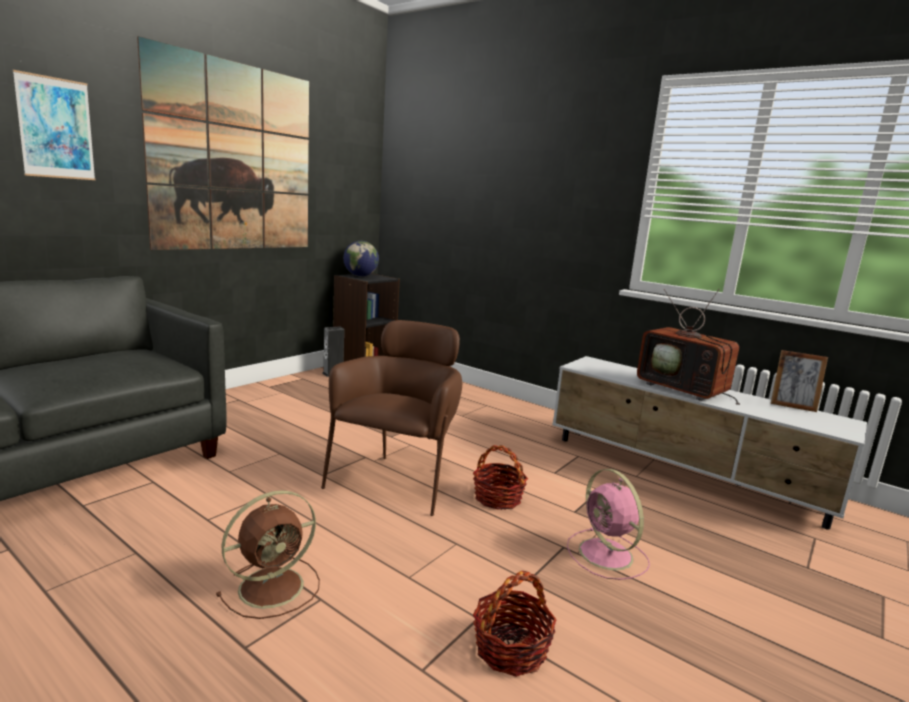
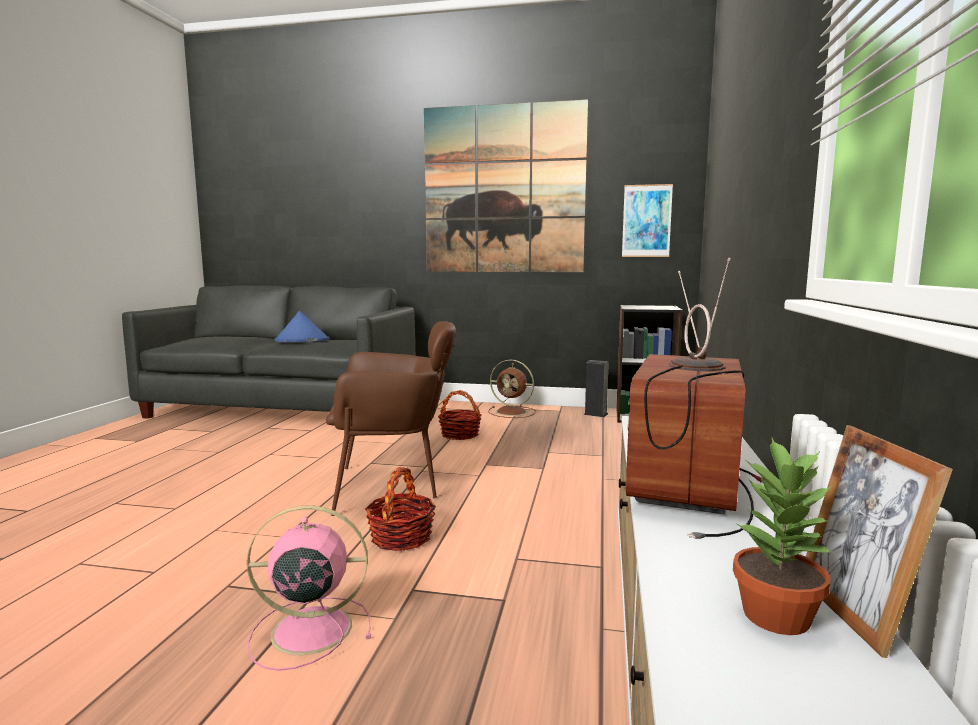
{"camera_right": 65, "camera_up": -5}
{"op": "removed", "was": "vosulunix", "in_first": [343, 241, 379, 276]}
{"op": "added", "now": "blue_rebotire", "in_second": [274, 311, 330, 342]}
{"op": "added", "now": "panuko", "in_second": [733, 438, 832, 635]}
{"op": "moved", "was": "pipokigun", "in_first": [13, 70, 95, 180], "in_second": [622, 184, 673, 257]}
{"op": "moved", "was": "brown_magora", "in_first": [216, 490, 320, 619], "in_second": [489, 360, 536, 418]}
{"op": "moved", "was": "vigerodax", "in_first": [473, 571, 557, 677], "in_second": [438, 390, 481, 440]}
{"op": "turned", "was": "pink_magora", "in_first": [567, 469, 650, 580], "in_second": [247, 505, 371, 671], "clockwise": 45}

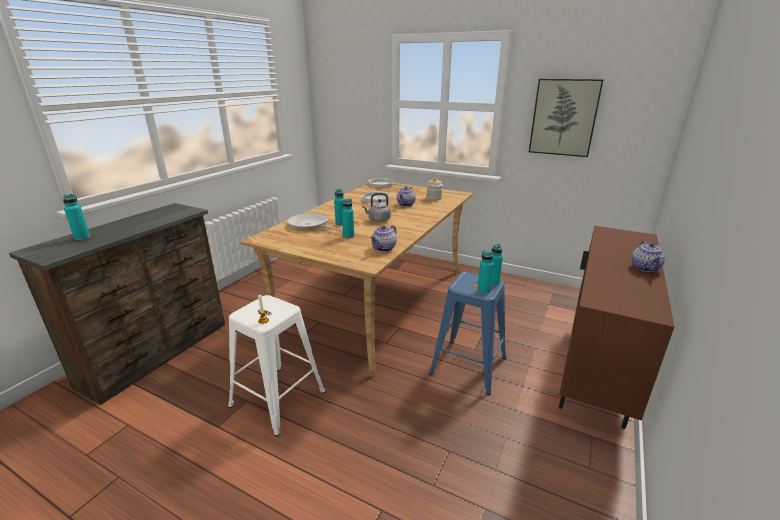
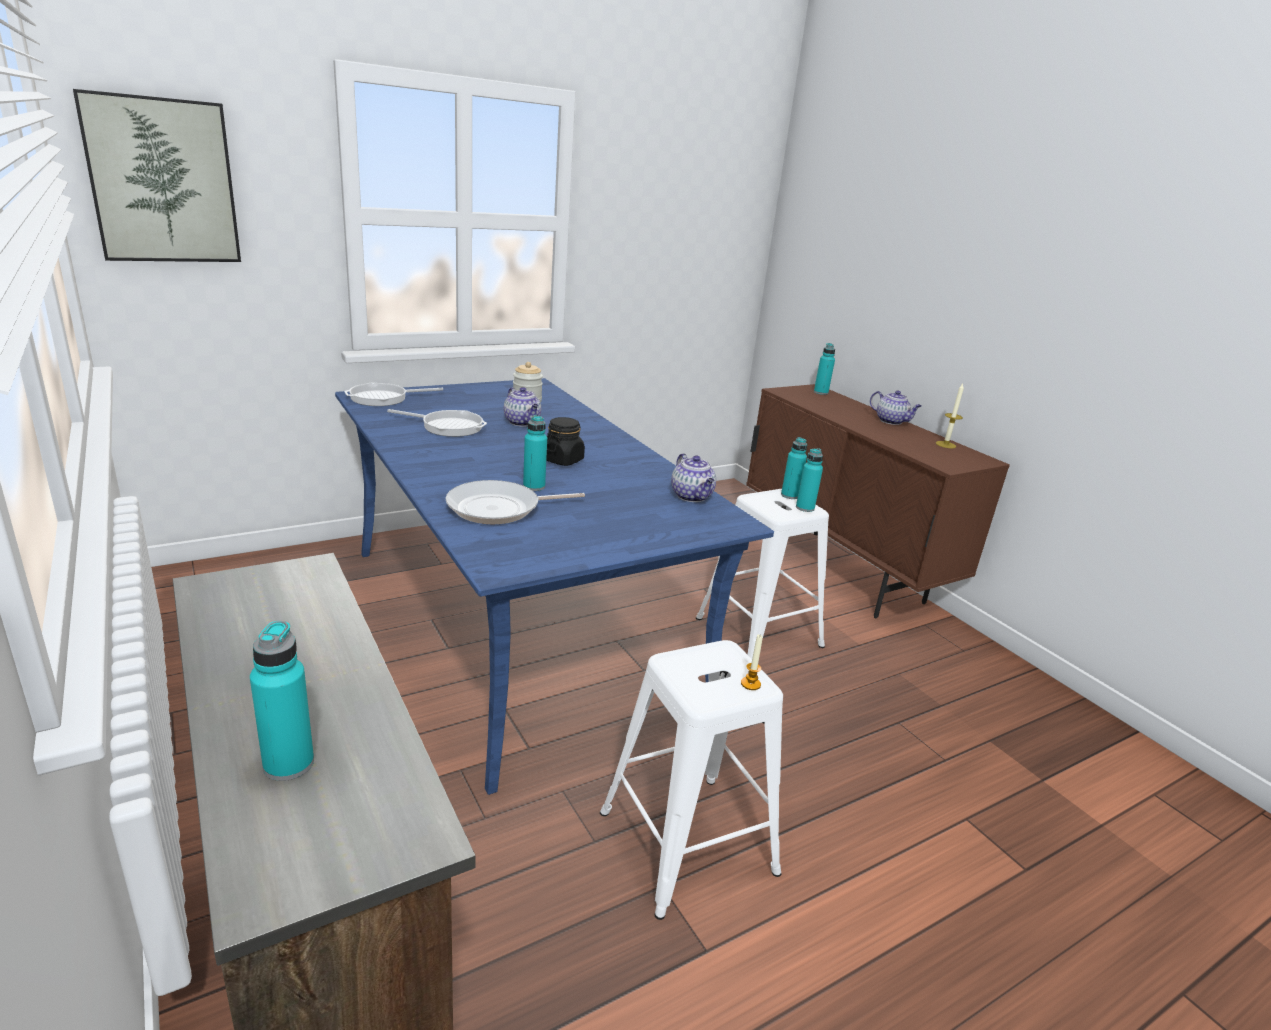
{"camera_right": -60, "camera_up": 0}
{"op": "added", "now": "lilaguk", "in_second": [936, 384, 964, 448]}
{"op": "moved", "was": "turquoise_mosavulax", "in_first": [342, 199, 354, 238], "in_second": [814, 343, 835, 395]}
{"op": "moved", "was": "pipokigun", "in_first": [529, 79, 604, 157], "in_second": [73, 89, 241, 262]}
{"op": "replaced", "was": "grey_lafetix", "now": "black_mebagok", "in_first": [362, 193, 391, 222], "in_second": [546, 417, 585, 466]}
{"op": "recoloured", "was": "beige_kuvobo", "now": "blue_kuvobo", "in_first": [241, 183, 473, 377], "in_second": [335, 378, 774, 795]}
{"op": "recoloured", "was": "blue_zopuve", "now": "white_zopuve", "in_first": [429, 272, 507, 395], "in_second": [696, 489, 829, 659]}

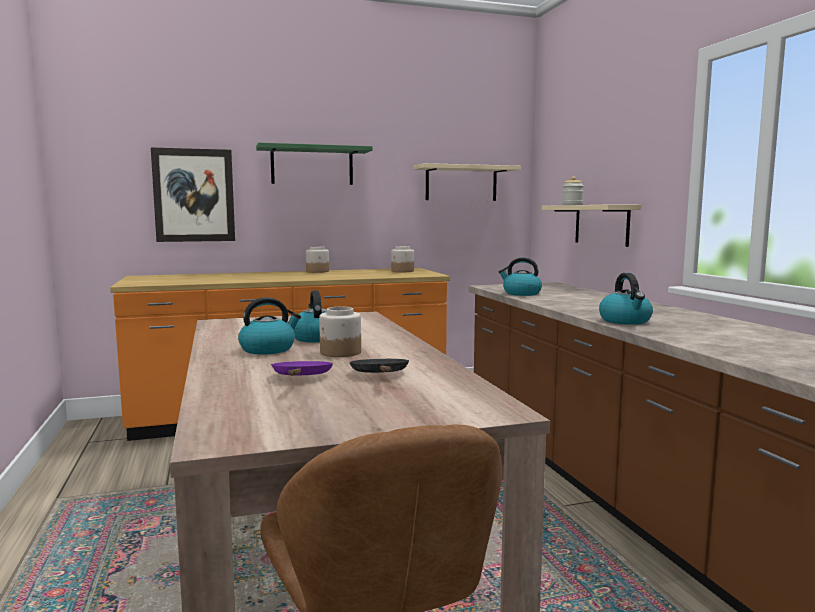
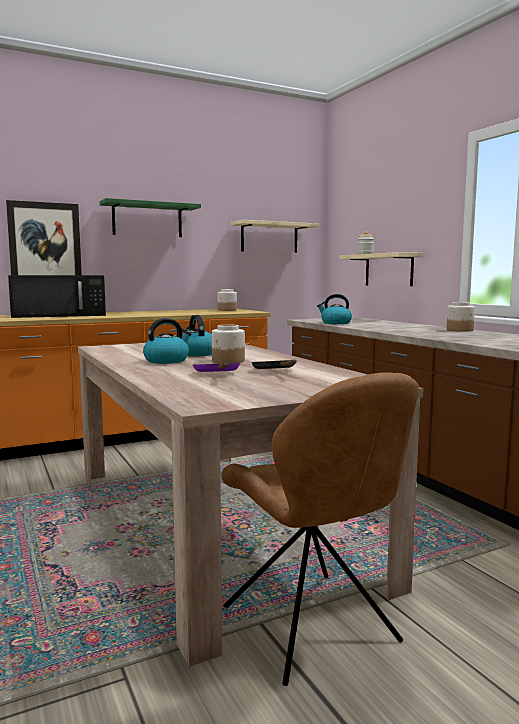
{"camera_right": -10, "camera_up": 0}
{"op": "removed", "was": "lafetix", "in_first": [599, 273, 653, 325]}
{"op": "added", "now": "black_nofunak", "in_second": [8, 275, 106, 318]}
{"op": "moved", "was": "mebagok", "in_first": [306, 246, 329, 273], "in_second": [447, 302, 475, 332]}

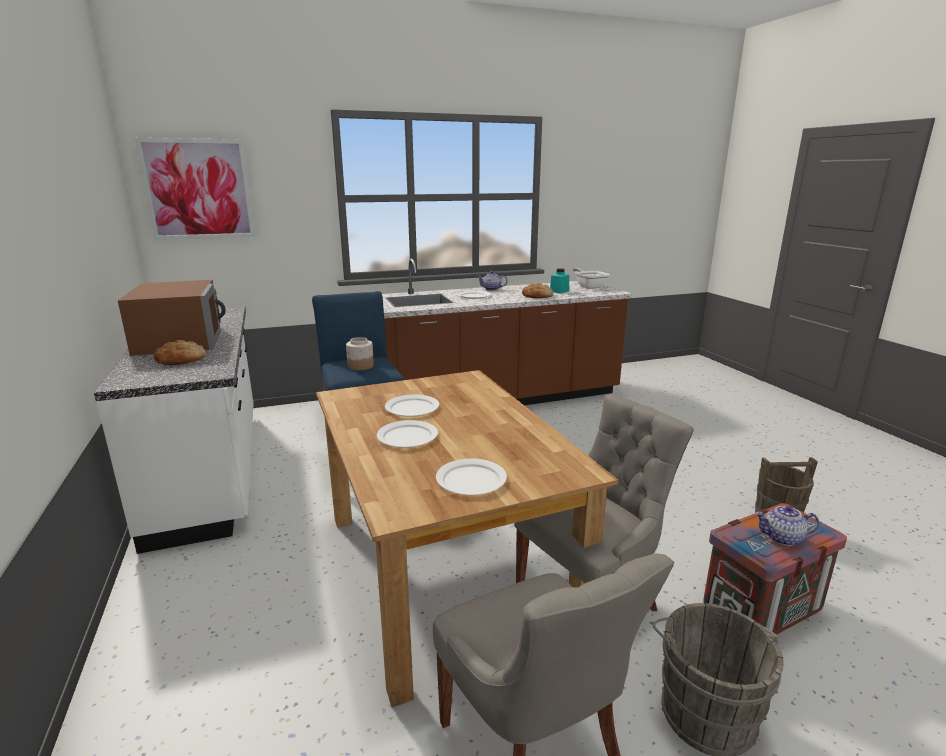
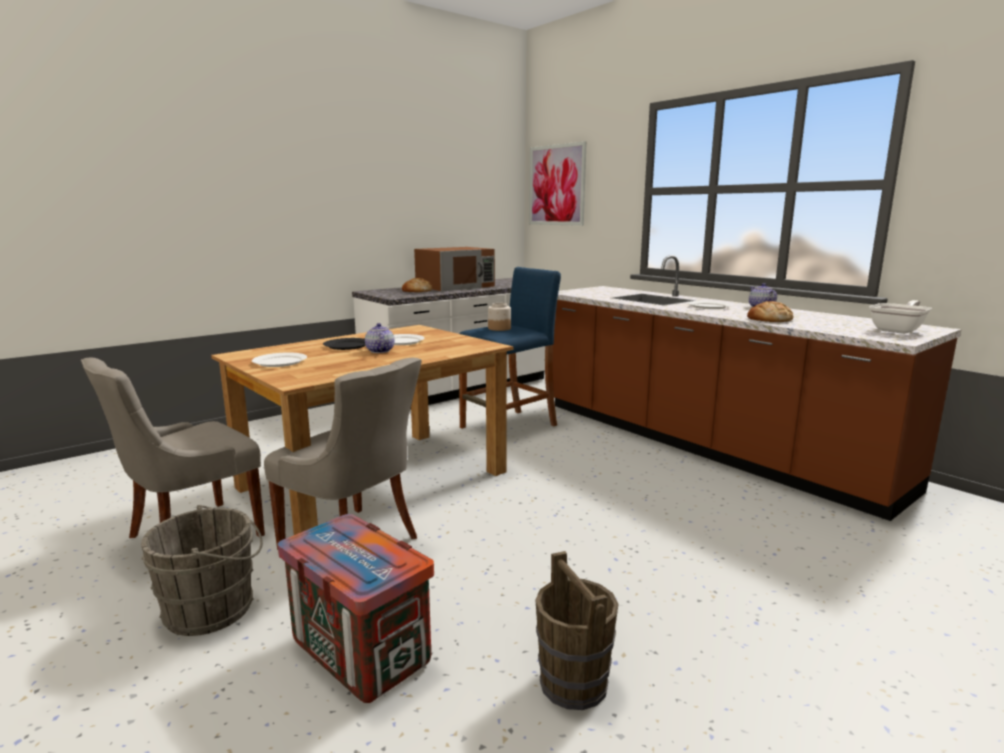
{"camera_right": 70, "camera_up": -5}
{"op": "removed", "was": "turquoise_mebagok", "in_first": [550, 268, 569, 294]}
{"op": "moved", "was": "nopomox", "in_first": [755, 505, 819, 546], "in_second": [365, 323, 394, 353]}
{"op": "recoloured", "was": "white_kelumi", "now": "black_kelumi", "in_first": [377, 420, 438, 448], "in_second": [323, 338, 366, 350]}

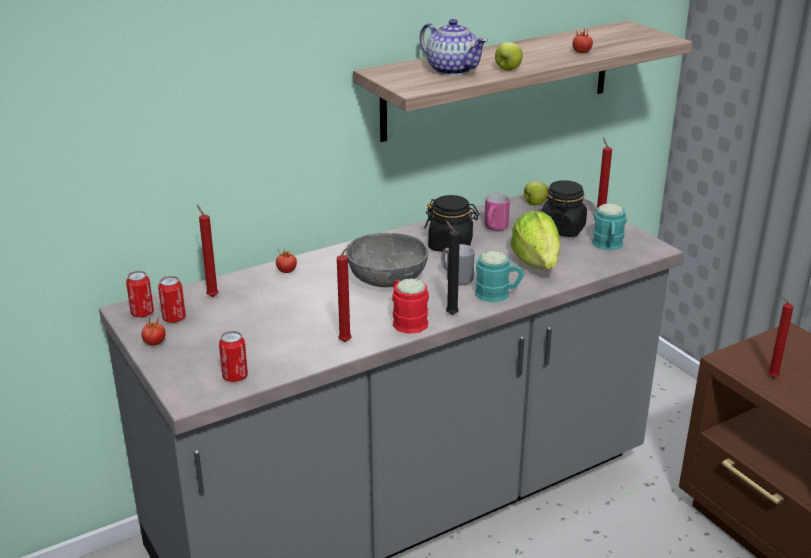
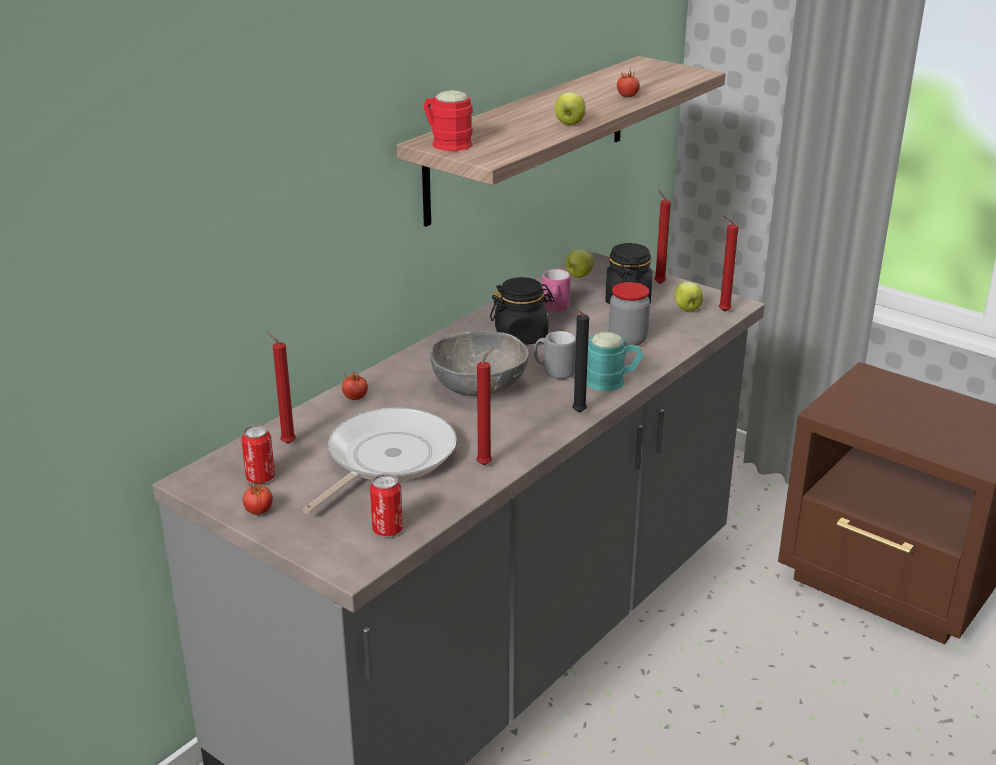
{"camera_right": -20, "camera_up": 0}
{"op": "removed", "was": "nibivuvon", "in_first": [126, 271, 154, 317]}
{"op": "removed", "was": "nopomox", "in_first": [420, 19, 488, 76]}
{"op": "added", "now": "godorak", "in_second": [303, 408, 457, 514]}
{"op": "moved", "was": "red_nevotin", "in_first": [392, 278, 429, 334], "in_second": [423, 90, 473, 151]}
{"op": "moved", "was": "red_lilaguk", "in_first": [768, 295, 794, 378], "in_second": [719, 215, 738, 312]}
{"op": "replaced", "was": "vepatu", "now": "mebagok", "in_first": [510, 211, 561, 269], "in_second": [609, 282, 650, 346]}
{"op": "replaced", "was": "turquoise_nevotin", "now": "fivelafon", "in_first": [592, 203, 627, 251], "in_second": [674, 282, 703, 311]}

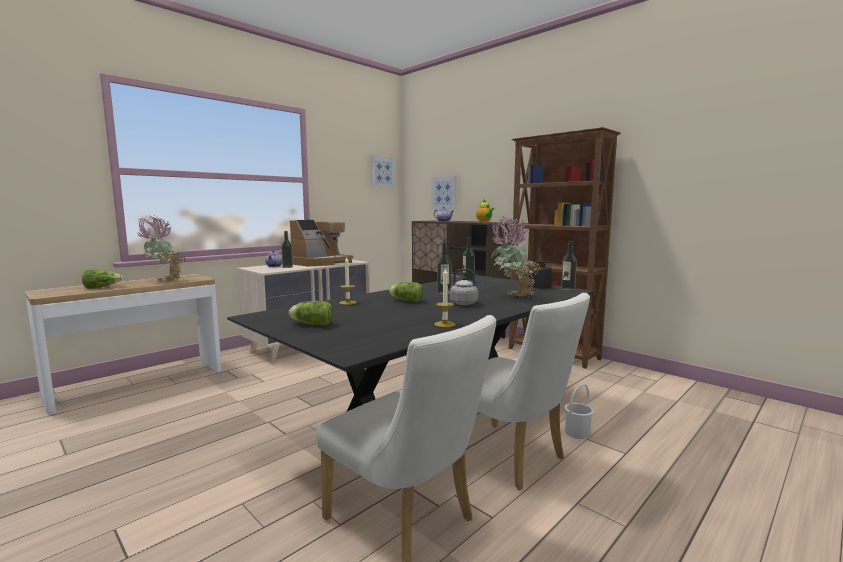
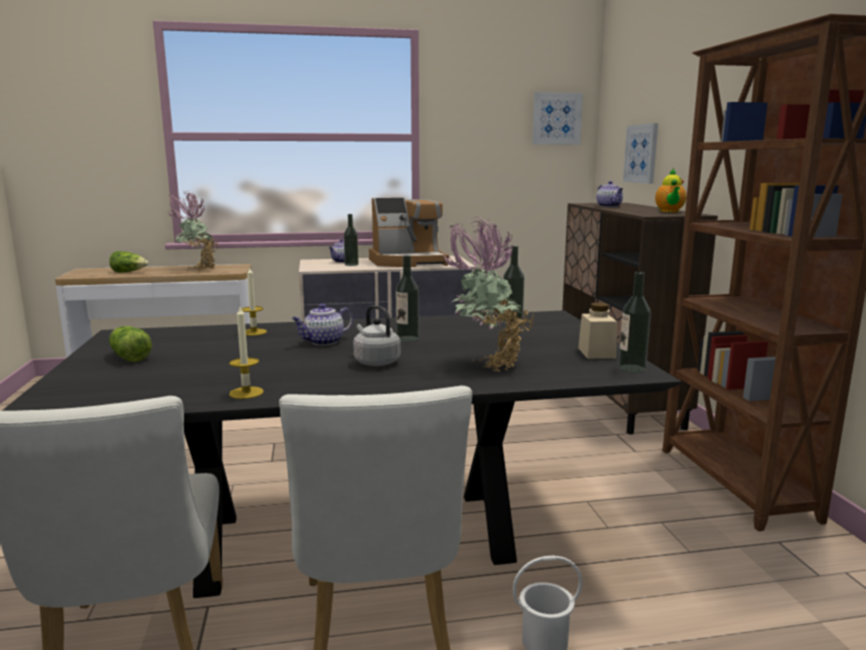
{"camera_right": 35, "camera_up": 5}
{"op": "replaced", "was": "vepatu", "now": "nopomox", "in_first": [389, 282, 423, 302], "in_second": [291, 303, 353, 345]}
{"op": "recoloured", "was": "black_mebagok", "now": "beige_mebagok", "in_first": [529, 261, 552, 289], "in_second": [578, 302, 617, 359]}

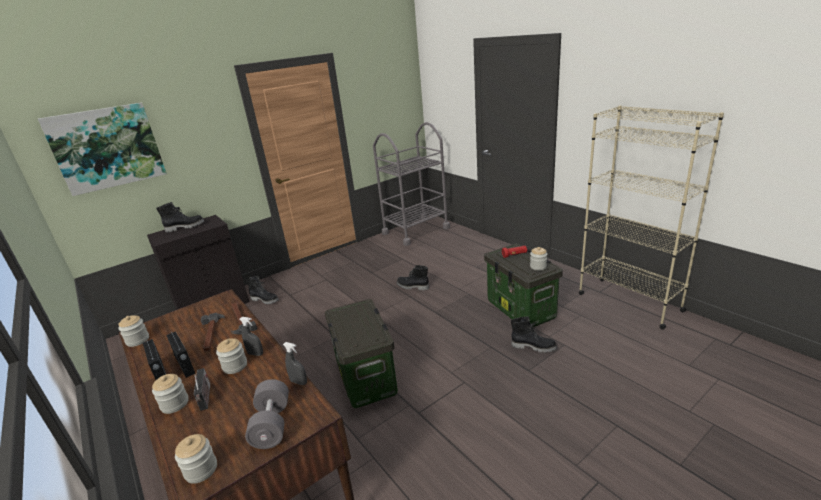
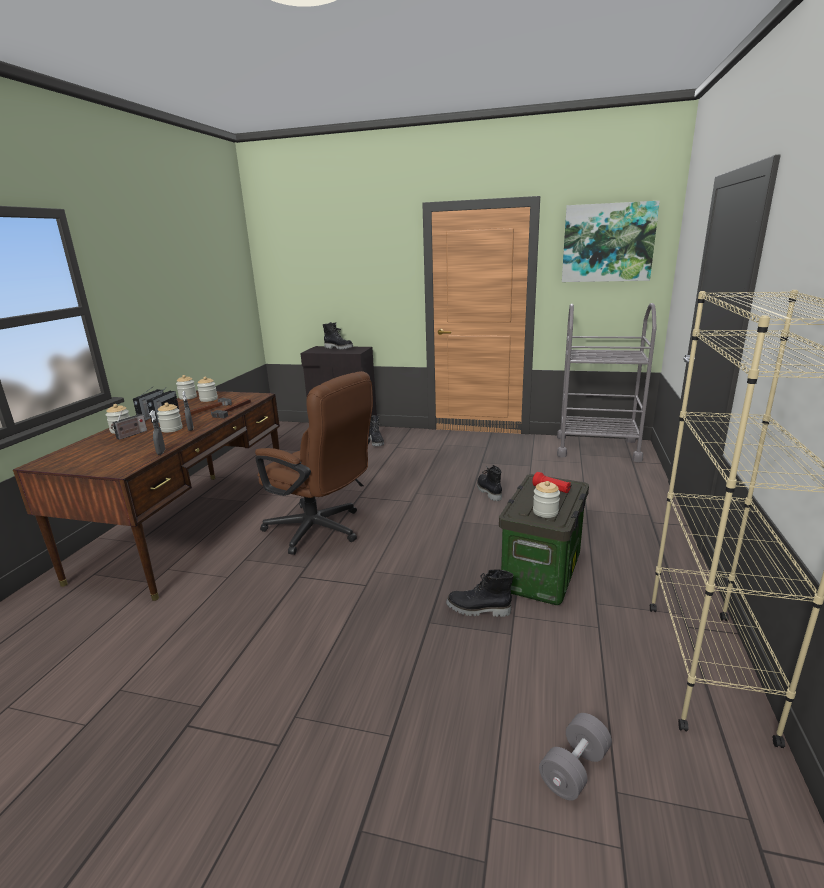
{"camera_right": 50, "camera_up": -5}
{"op": "moved", "was": "pipokigun", "in_first": [38, 103, 167, 196], "in_second": [562, 201, 660, 282]}
{"op": "moved", "was": "mebagok", "in_first": [175, 434, 217, 484], "in_second": [197, 377, 218, 402]}
{"op": "moved", "was": "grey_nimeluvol", "in_first": [245, 379, 289, 449], "in_second": [539, 713, 612, 801]}
{"op": "replaced", "was": "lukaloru", "now": "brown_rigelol", "in_first": [325, 299, 398, 408], "in_second": [255, 371, 373, 555]}
{"op": "turned", "was": "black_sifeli", "in_first": [511, 317, 557, 353], "in_second": [446, 570, 513, 617], "clockwise": 120}

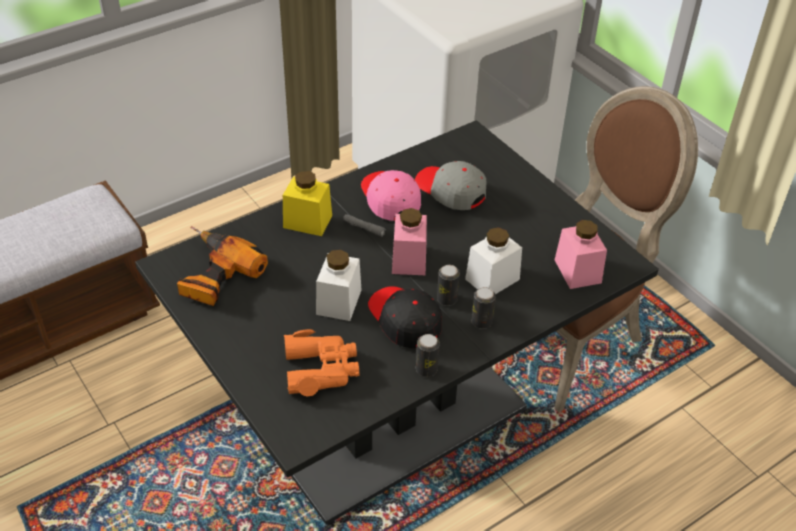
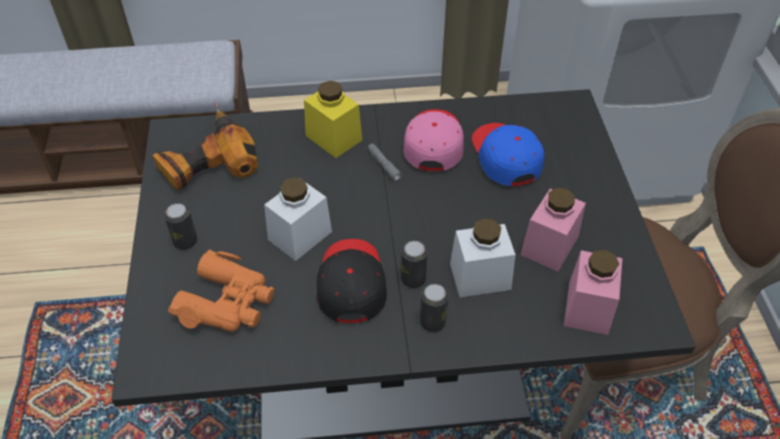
{"camera_right": 30, "camera_up": 5}
{"op": "moved", "was": "pink_mebagok", "in_first": [392, 208, 427, 275], "in_second": [521, 188, 586, 272]}
{"op": "moved", "was": "nibivuvon", "in_first": [416, 334, 440, 377], "in_second": [164, 203, 197, 250]}
{"op": "recoloured", "was": "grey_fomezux", "now": "blue_fomezux", "in_first": [415, 161, 486, 210], "in_second": [472, 123, 544, 186]}

